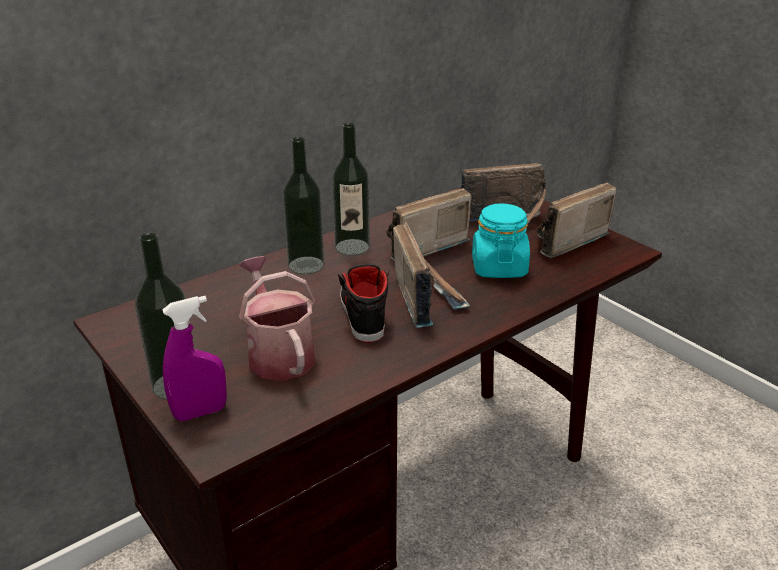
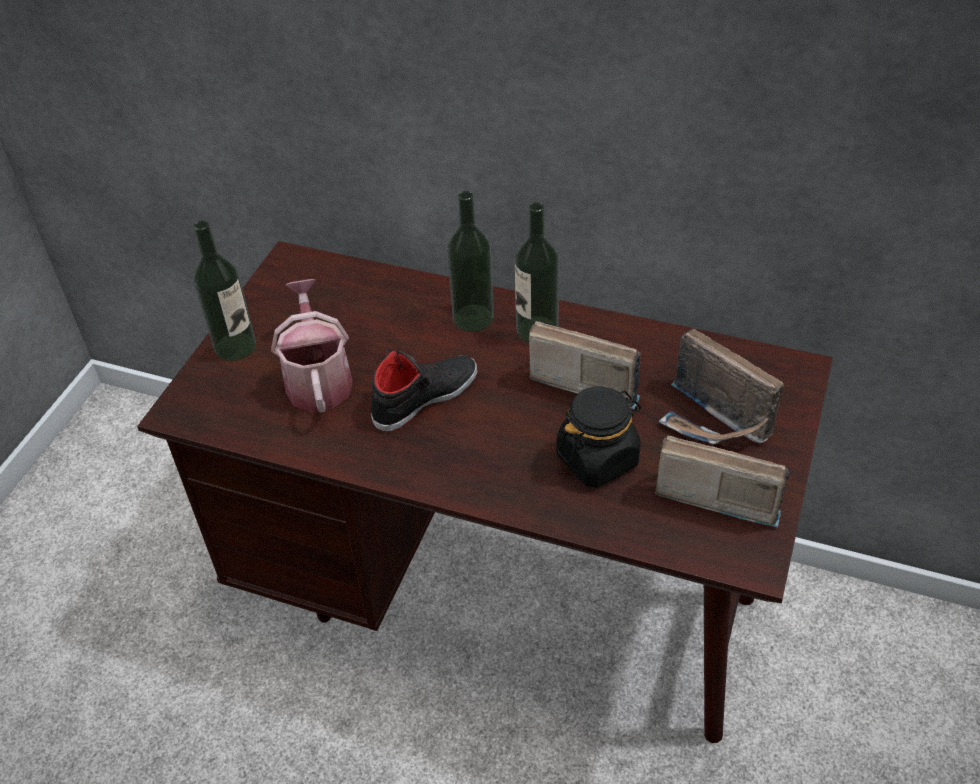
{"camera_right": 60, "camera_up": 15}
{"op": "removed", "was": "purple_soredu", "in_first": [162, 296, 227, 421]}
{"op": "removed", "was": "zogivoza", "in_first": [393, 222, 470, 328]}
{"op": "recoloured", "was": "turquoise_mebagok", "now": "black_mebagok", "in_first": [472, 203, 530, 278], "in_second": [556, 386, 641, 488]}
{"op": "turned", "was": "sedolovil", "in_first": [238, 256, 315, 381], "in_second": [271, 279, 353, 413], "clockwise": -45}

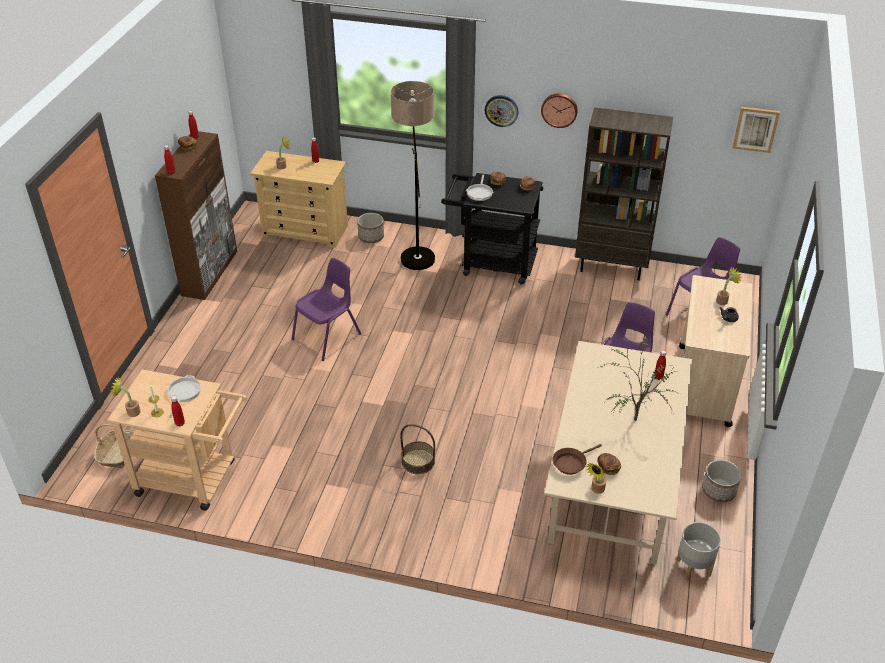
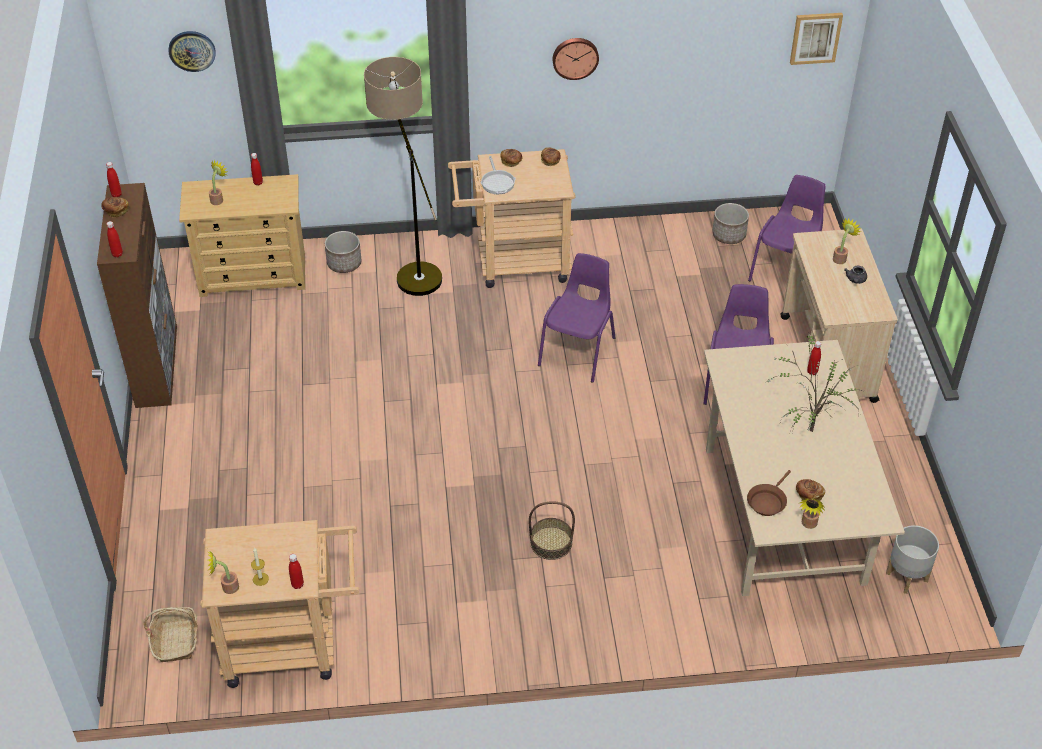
{"camera_right": -20, "camera_up": 5}
{"op": "removed", "was": "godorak", "in_first": [167, 375, 201, 418]}
{"op": "removed", "was": "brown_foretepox", "in_first": [575, 107, 673, 280]}
{"op": "moved", "was": "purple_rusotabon", "in_first": [292, 258, 362, 361], "in_second": [538, 253, 616, 383]}
{"op": "moved", "was": "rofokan", "in_first": [485, 95, 518, 127], "in_second": [168, 31, 216, 72]}
{"op": "moved", "was": "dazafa", "in_first": [702, 460, 741, 502], "in_second": [712, 203, 749, 244]}
{"op": "recoloured", "was": "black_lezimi", "now": "beige_lezimi", "in_first": [441, 173, 543, 284], "in_second": [448, 149, 576, 288]}

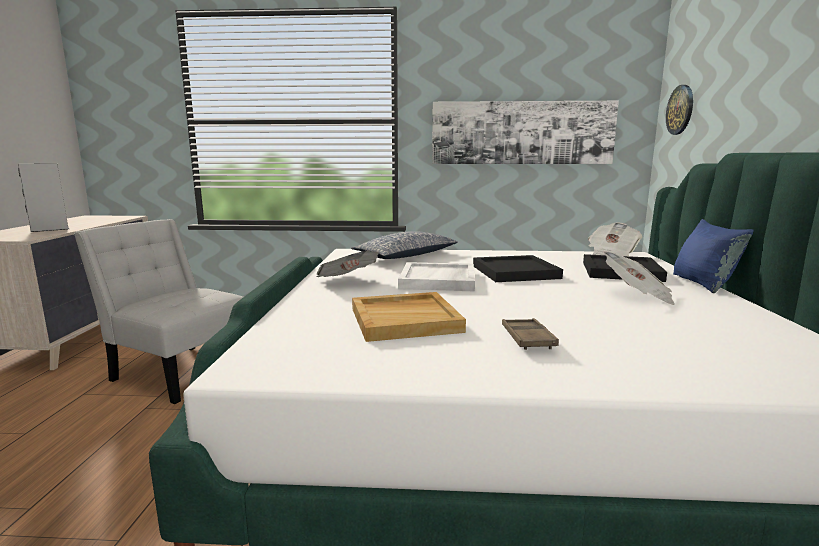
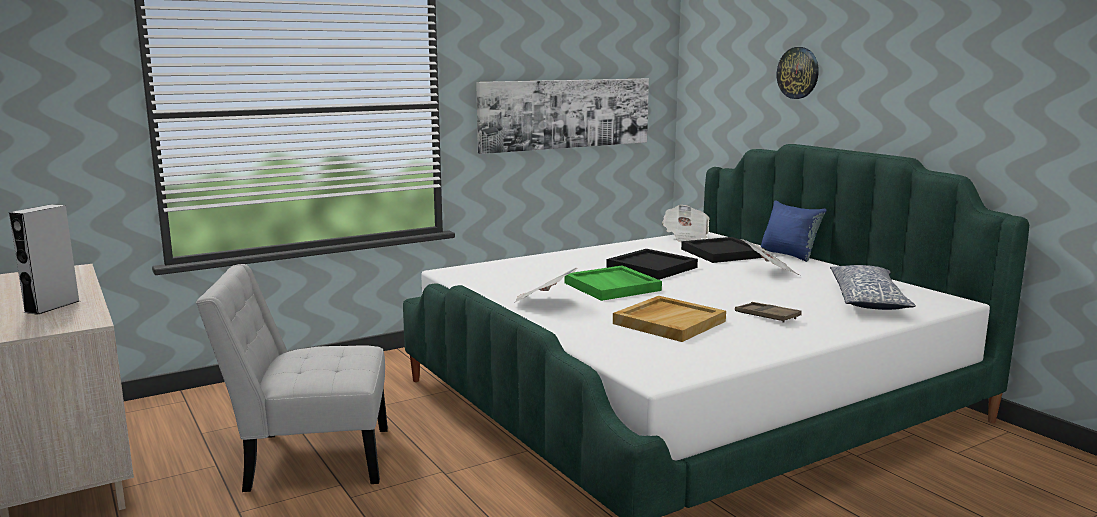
{"camera_right": -35, "camera_up": 0}
{"op": "moved", "was": "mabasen", "in_first": [351, 231, 458, 259], "in_second": [830, 265, 916, 310]}
{"op": "moved", "was": "rofokan", "in_first": [666, 85, 693, 135], "in_second": [777, 47, 819, 99]}
{"op": "recoloured", "was": "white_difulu", "now": "green_difulu", "in_first": [398, 262, 475, 291], "in_second": [564, 266, 662, 301]}

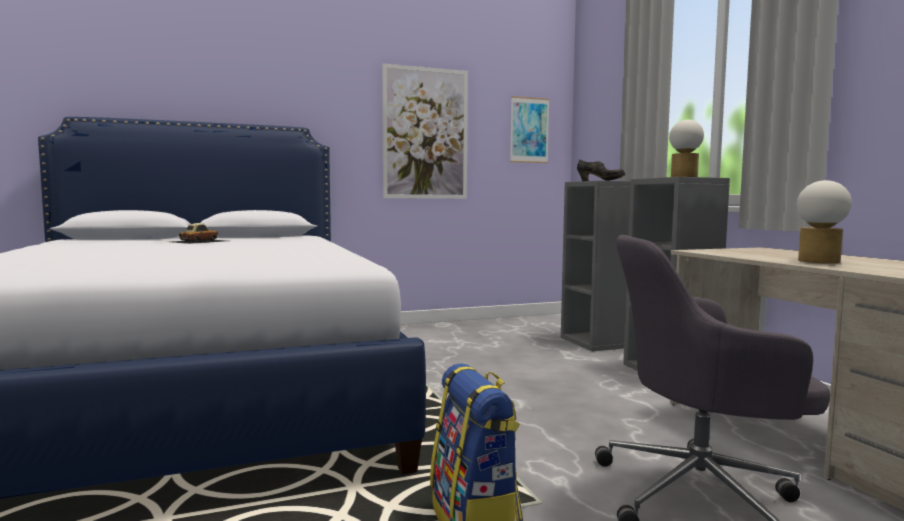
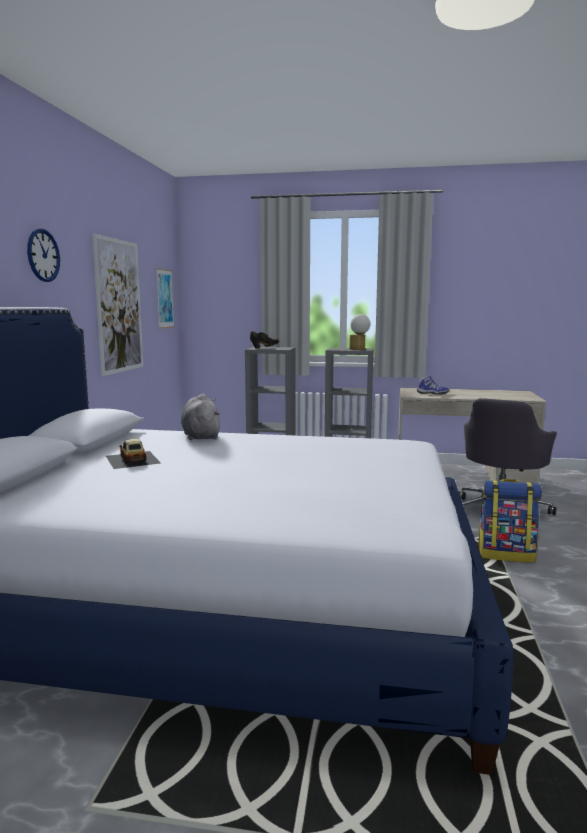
{"camera_right": -60, "camera_up": 5}
{"op": "removed", "was": "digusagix", "in_first": [797, 180, 852, 264]}
{"op": "added", "now": "rofokan", "in_second": [27, 229, 60, 282]}
{"op": "added", "now": "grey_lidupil", "in_second": [181, 394, 220, 440]}
{"op": "added", "now": "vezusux", "in_second": [417, 376, 449, 395]}

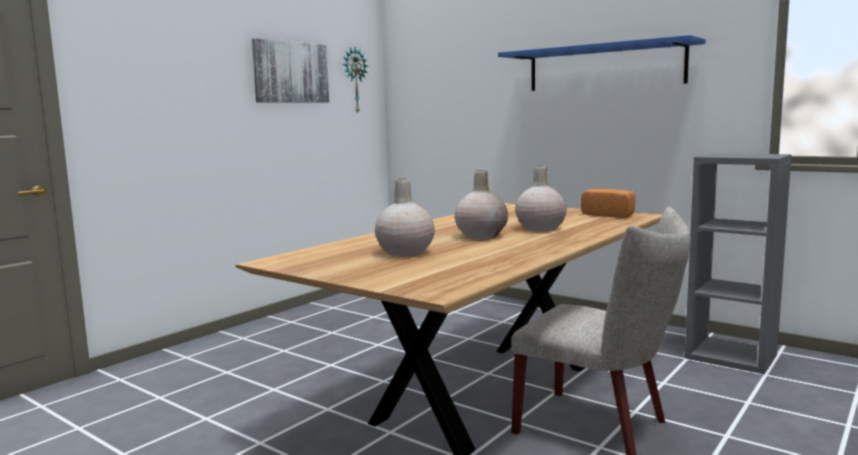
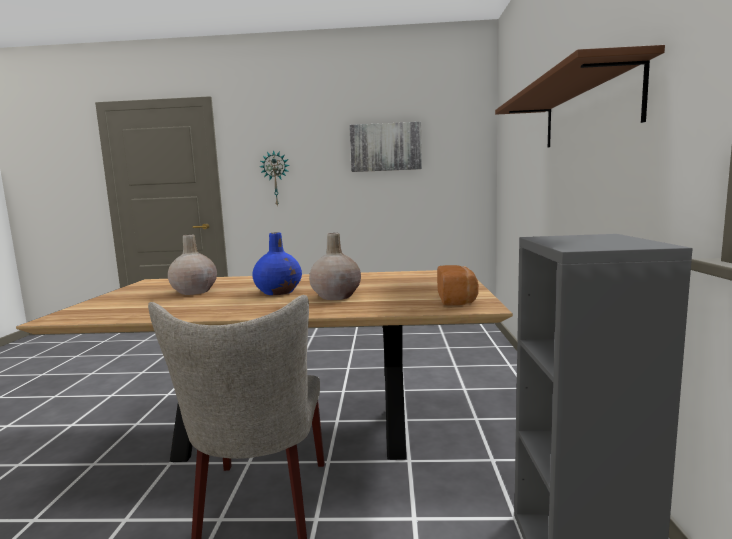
{"camera_right": 55, "camera_up": 0}
{"op": "moved", "was": "rofokan", "in_first": [343, 47, 368, 113], "in_second": [260, 150, 290, 207]}
{"op": "recoloured", "was": "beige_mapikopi", "now": "blue_mapikopi", "in_first": [454, 170, 508, 239], "in_second": [252, 232, 302, 295]}
{"op": "recoloured", "was": "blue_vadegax", "now": "brown_vadegax", "in_first": [498, 35, 706, 91], "in_second": [495, 45, 665, 147]}

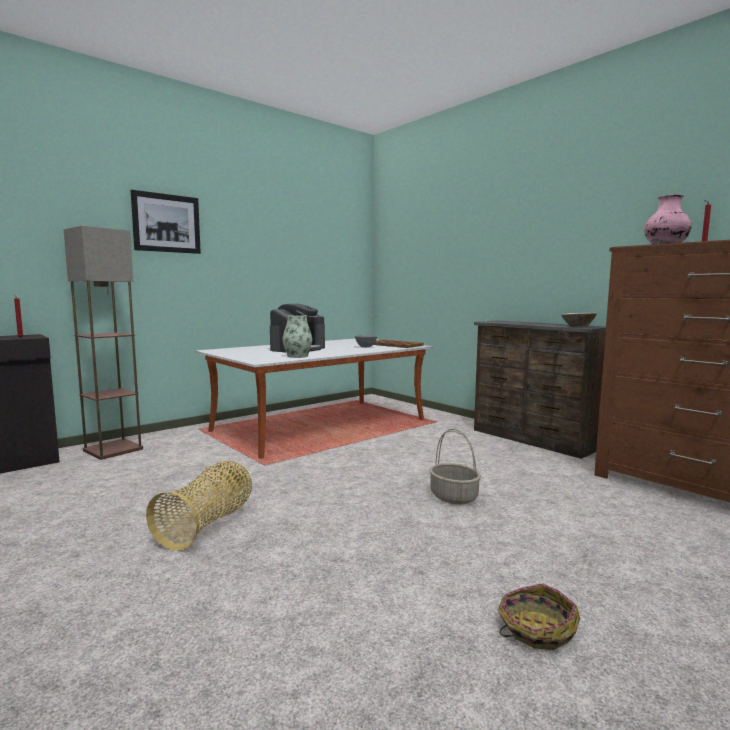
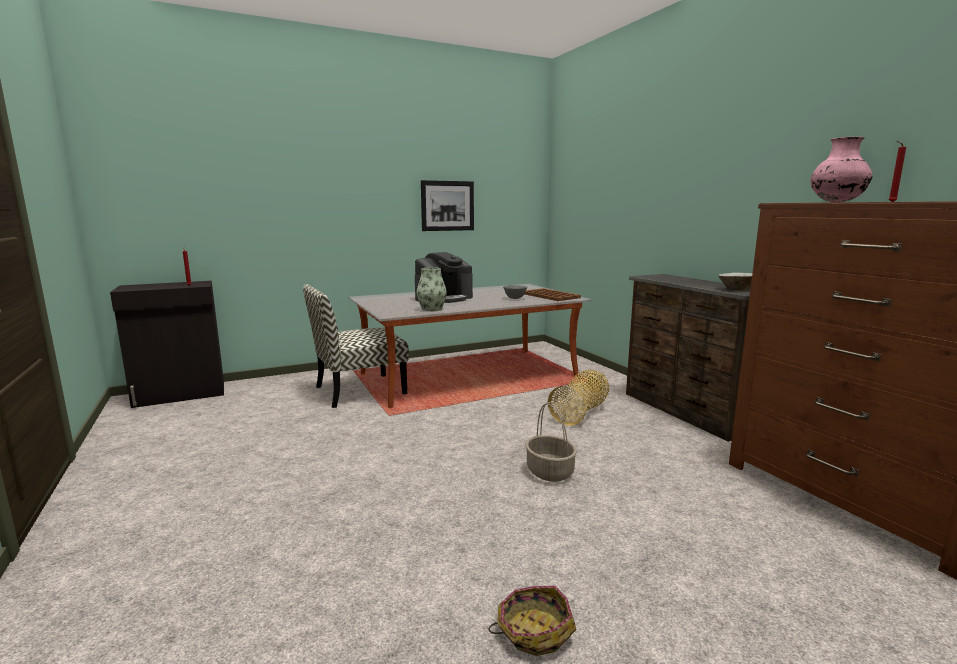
{"camera_right": 15, "camera_up": 5}
{"op": "removed", "was": "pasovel", "in_first": [64, 226, 143, 460]}
{"op": "added", "now": "rusotabon", "in_second": [303, 284, 409, 408]}
{"op": "moved", "was": "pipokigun", "in_first": [131, 190, 201, 254], "in_second": [421, 180, 474, 231]}
{"op": "moved", "was": "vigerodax", "in_first": [146, 461, 252, 551], "in_second": [548, 370, 609, 426]}

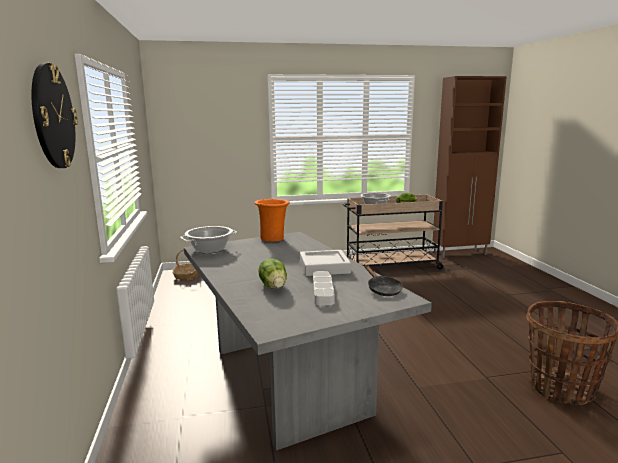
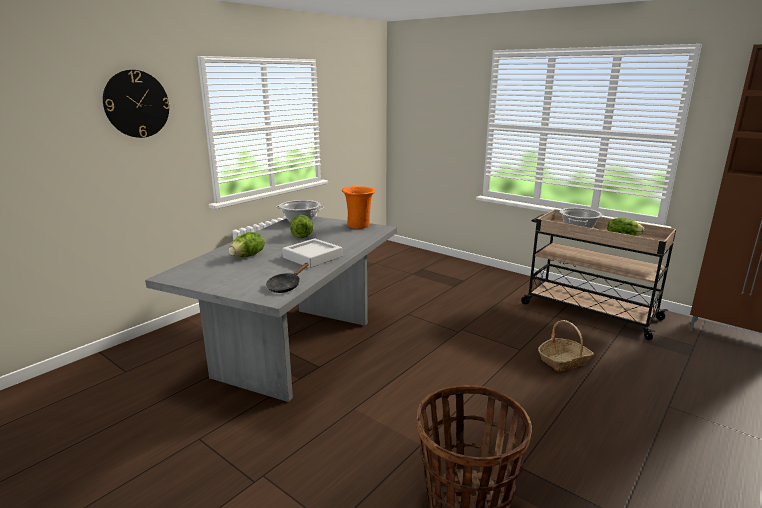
{"camera_right": 50, "camera_up": 5}
{"op": "removed", "was": "grey_difulu", "in_first": [313, 271, 335, 305]}
{"op": "added", "now": "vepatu", "in_second": [290, 215, 313, 238]}
{"op": "moved", "was": "vigerodax", "in_first": [172, 250, 199, 281], "in_second": [538, 320, 594, 372]}

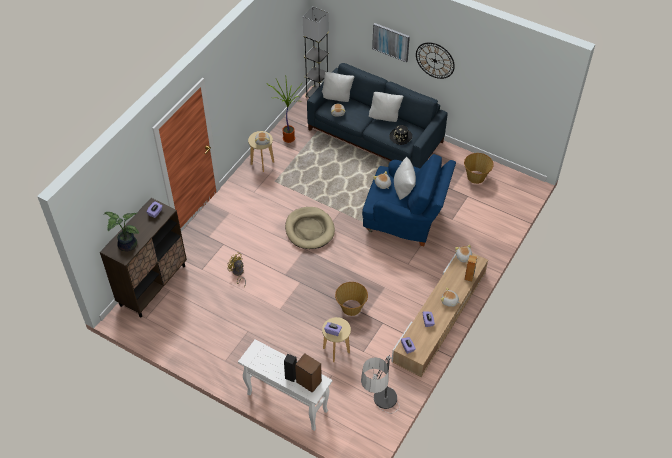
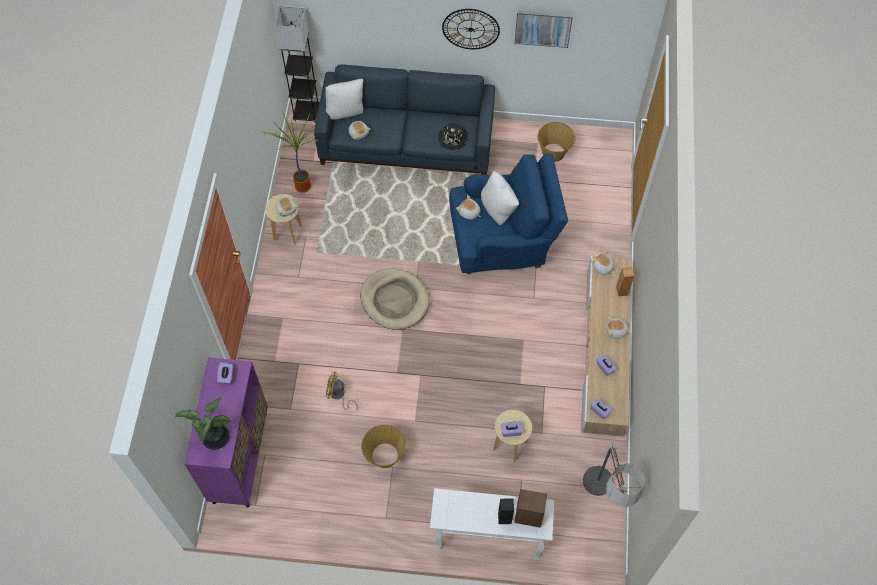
{"camera_right": -25, "camera_up": 10}
{"op": "removed", "was": "white_mabasen", "in_first": [369, 92, 404, 122]}
{"op": "moved", "was": "vigerodax", "in_first": [335, 282, 368, 316], "in_second": [361, 425, 406, 468]}
{"op": "moved", "was": "pipokigun", "in_first": [372, 23, 410, 62], "in_second": [514, 11, 573, 48]}
{"op": "recoloured", "was": "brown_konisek", "now": "purple_konisek", "in_first": [100, 198, 187, 317], "in_second": [184, 357, 268, 507]}

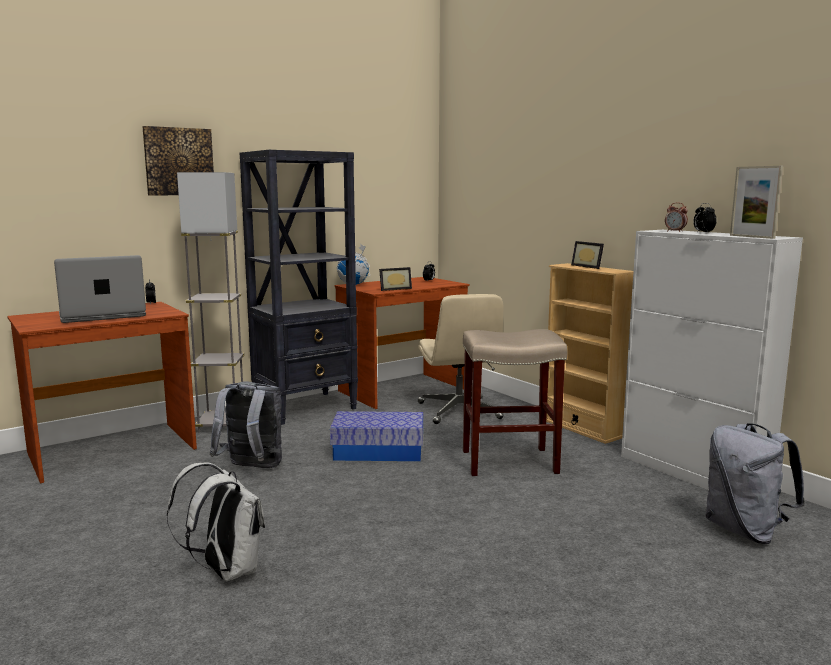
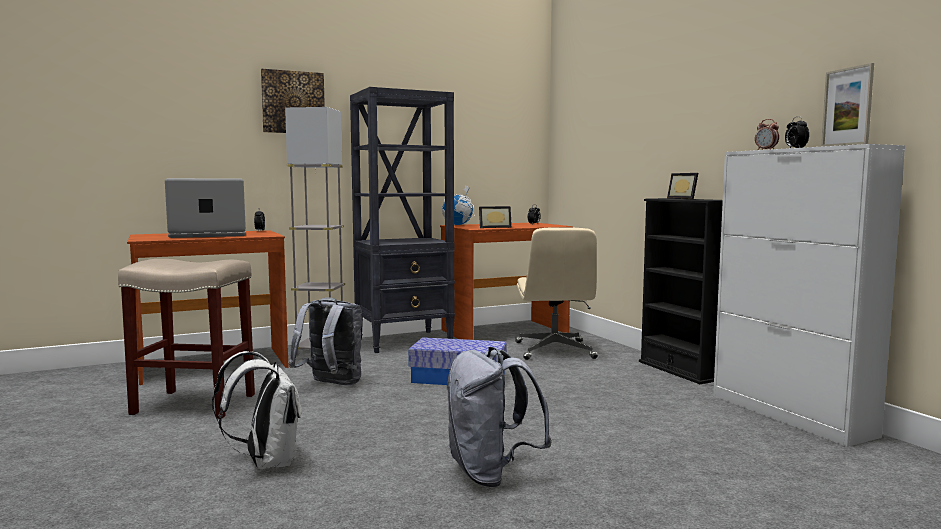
{"camera_right": 10, "camera_up": -5}
{"op": "moved", "was": "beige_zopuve", "in_first": [463, 329, 567, 476], "in_second": [118, 259, 255, 419]}
{"op": "moved", "was": "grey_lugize", "in_first": [706, 423, 805, 544], "in_second": [447, 347, 552, 487]}
{"op": "recoloured", "was": "beige_foretepox", "now": "black_foretepox", "in_first": [546, 263, 634, 444], "in_second": [639, 198, 723, 384]}

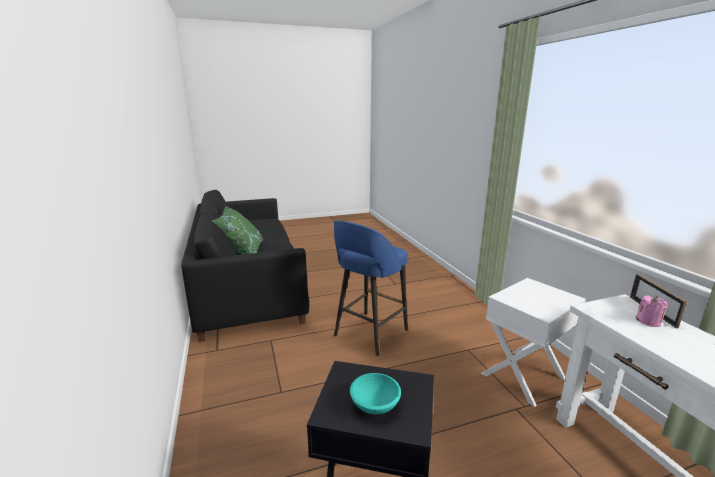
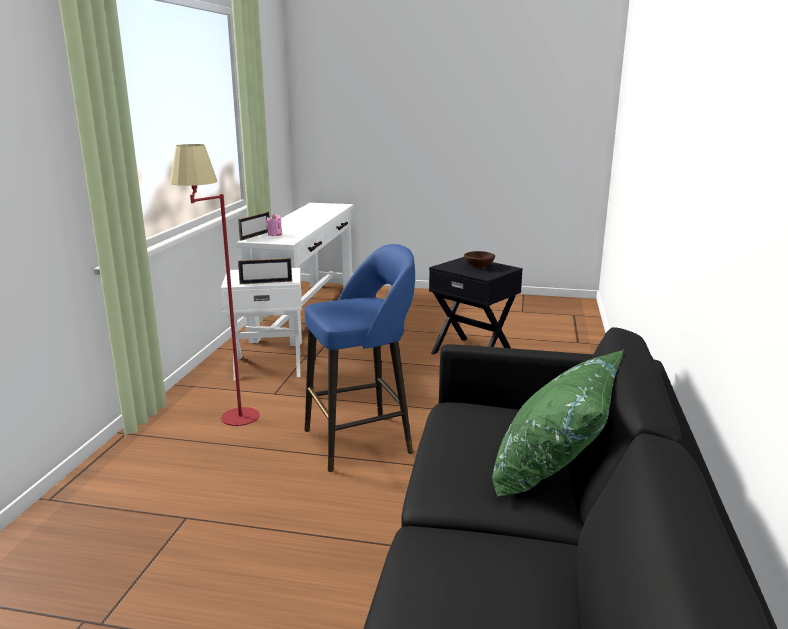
{"camera_right": -150, "camera_up": 0}
{"op": "added", "now": "red_pasovel", "in_second": [170, 144, 260, 426]}
{"op": "added", "now": "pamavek", "in_second": [238, 258, 292, 284]}
{"op": "recoloured", "was": "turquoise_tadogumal", "now": "brown_tadogumal", "in_first": [350, 373, 401, 414], "in_second": [464, 251, 495, 267]}

